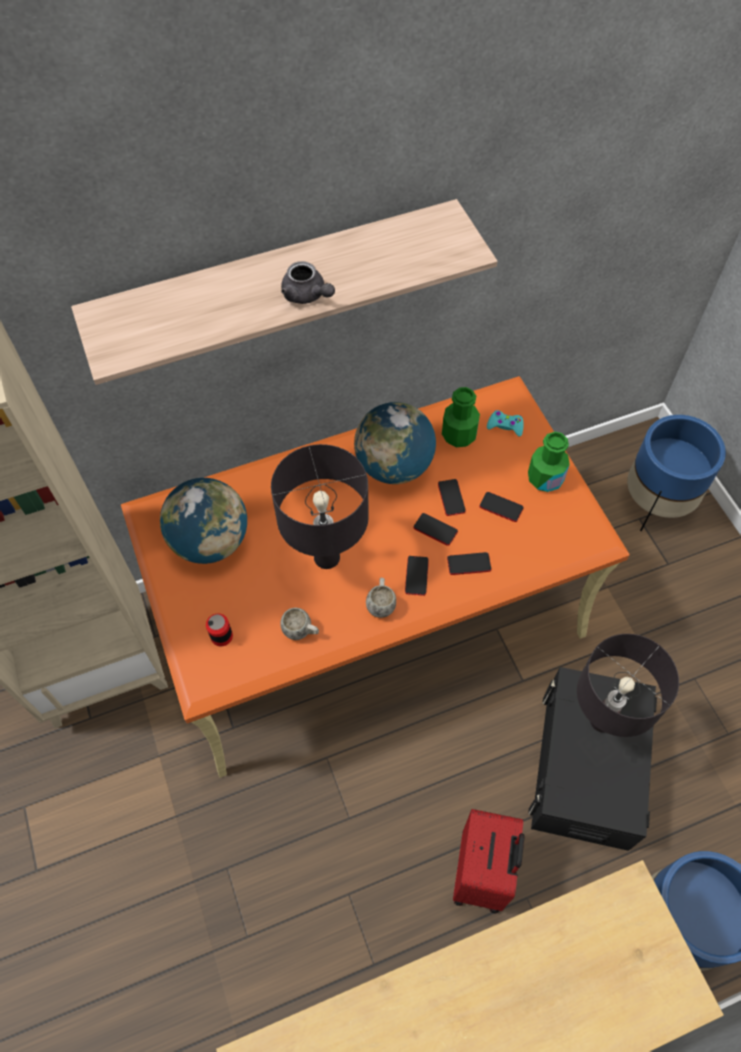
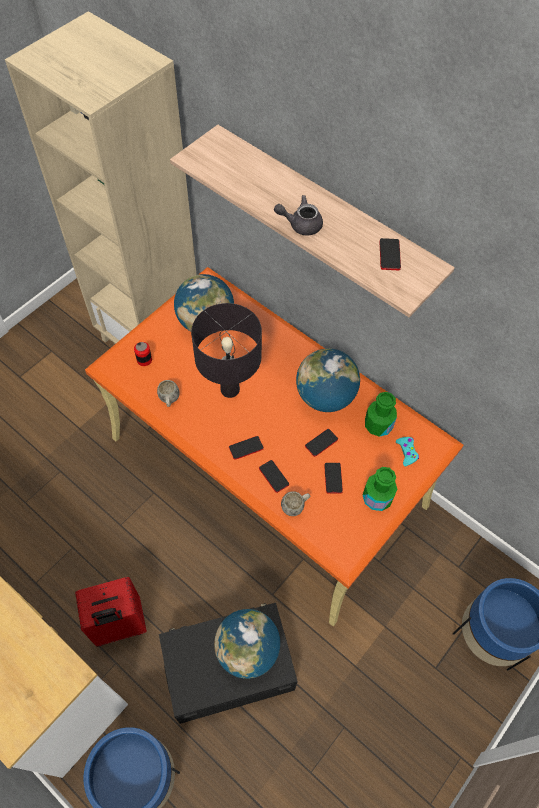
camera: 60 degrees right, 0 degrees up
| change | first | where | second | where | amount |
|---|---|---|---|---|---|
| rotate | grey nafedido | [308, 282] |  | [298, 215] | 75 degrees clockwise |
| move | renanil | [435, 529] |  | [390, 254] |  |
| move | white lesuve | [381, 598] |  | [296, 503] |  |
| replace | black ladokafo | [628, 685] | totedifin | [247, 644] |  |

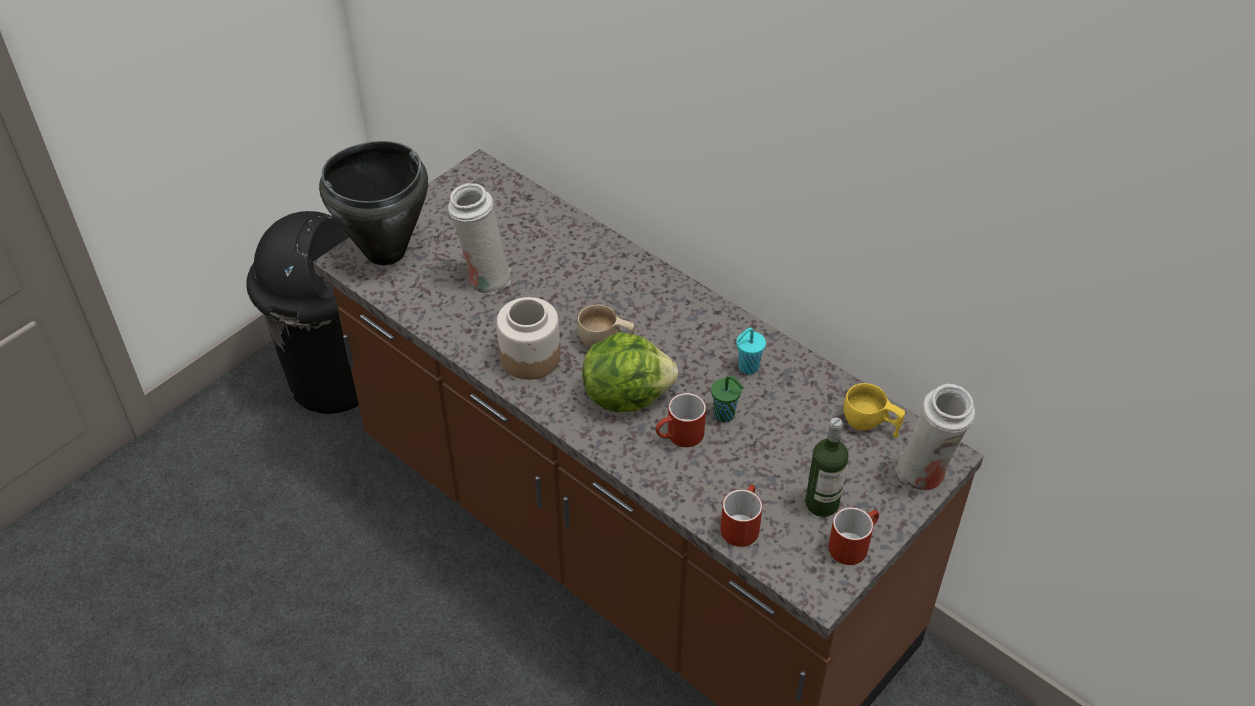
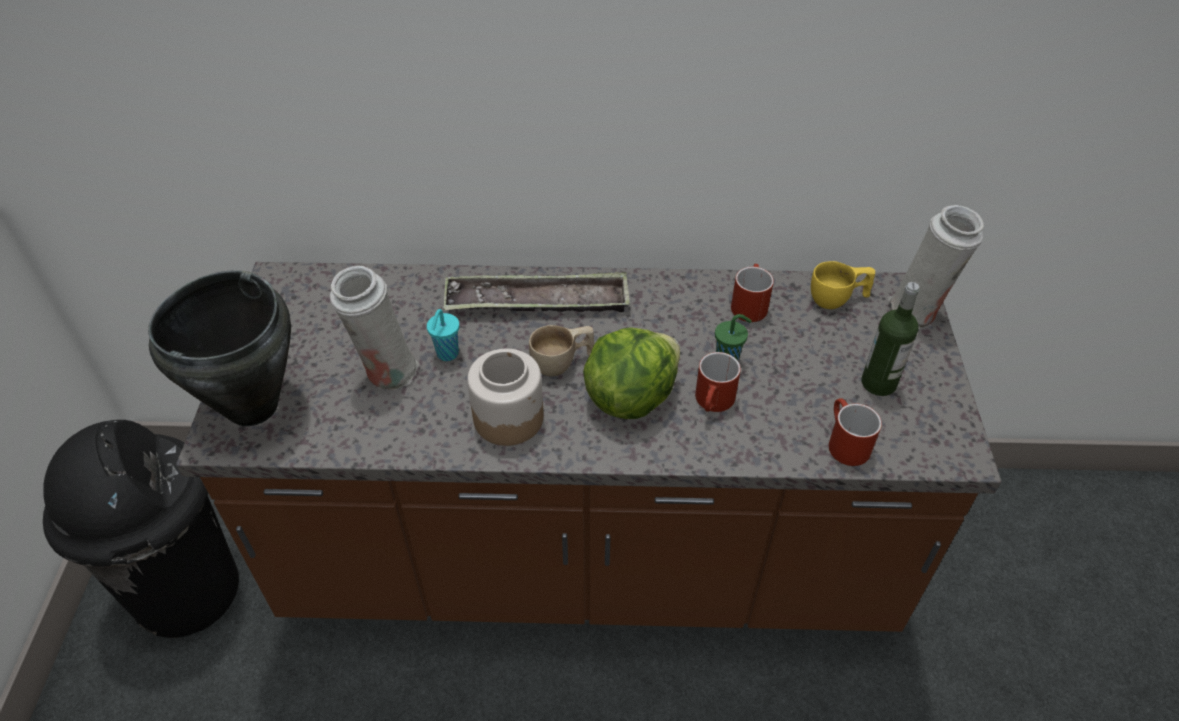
camera: 40 degrees left, 0 degrees up
| change | first | where | second | where | amount |
|---|---|---|---|---|---|
| move | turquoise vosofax | [751, 351] |  | [443, 335] |  |
| move | red lesuve | [853, 536] |  | [752, 293] |  |
| insert |  |  | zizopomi | [536, 292] |  |

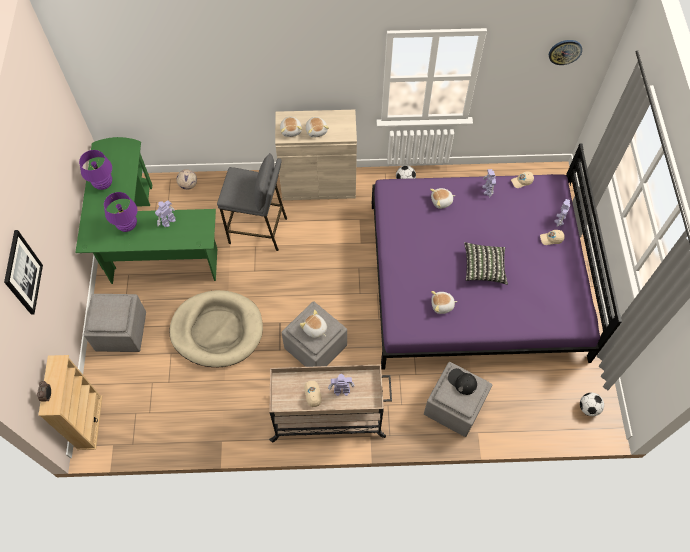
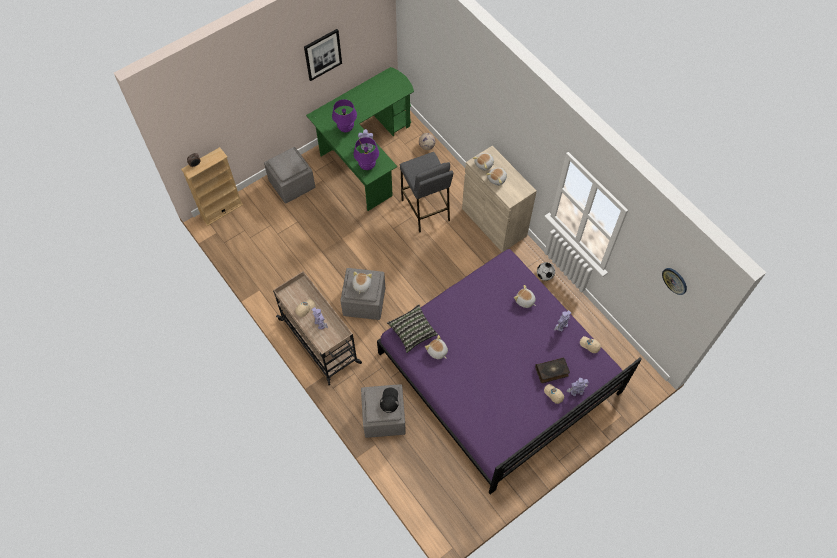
camera: 55 degrees right, 0 degrees up
| change | first | where | second | where | amount |
|---|---|---|---|---|---|
| move | purple ladokafo | [95, 170] |  | [366, 153] |  |
| move | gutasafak | [23, 272] |  | [323, 55] |  |
| move | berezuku | [486, 263] |  | [412, 328] |  |
| delete | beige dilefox | [216, 328] |  |  |  |
| delete | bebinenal | [592, 404] |  |  |  |
| insert |  |  | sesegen | [552, 370] |  |

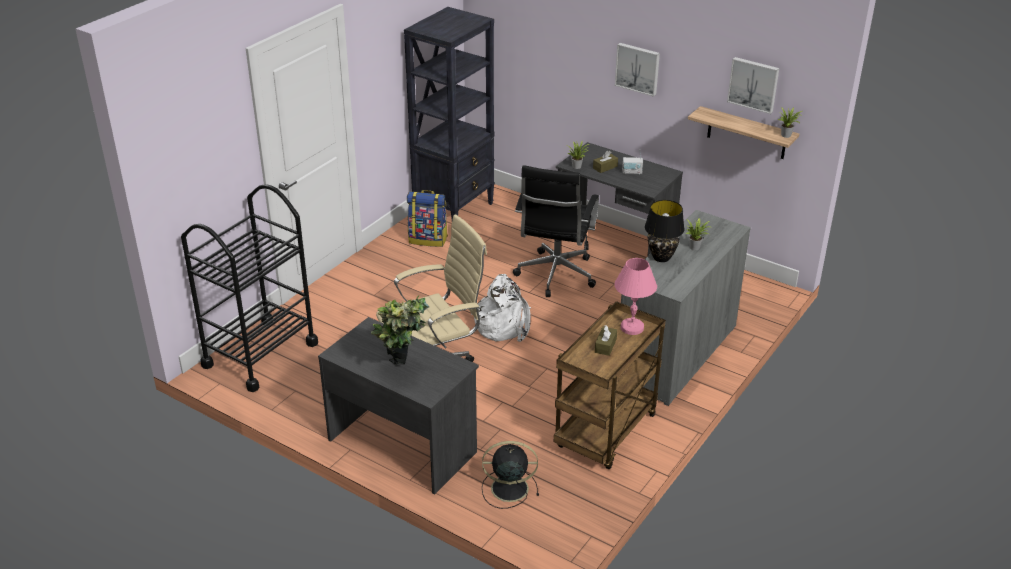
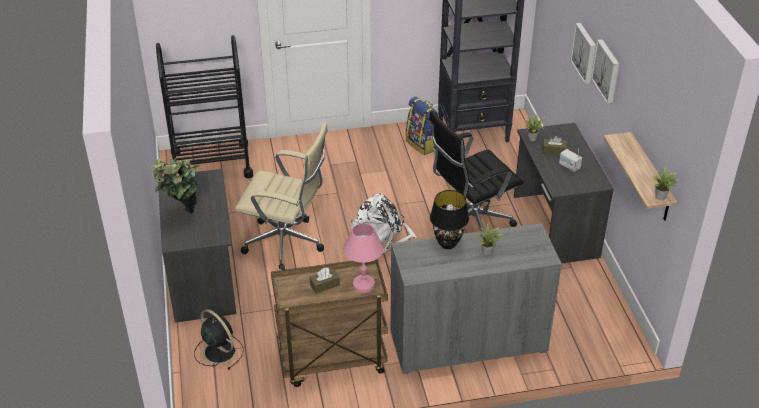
camera: 45 degrees right, 5 degrees up
| change | first | where | second | where | amount |
|---|---|---|---|---|---|
| move | gutasafak | [753, 85] |  | [583, 53] |  |

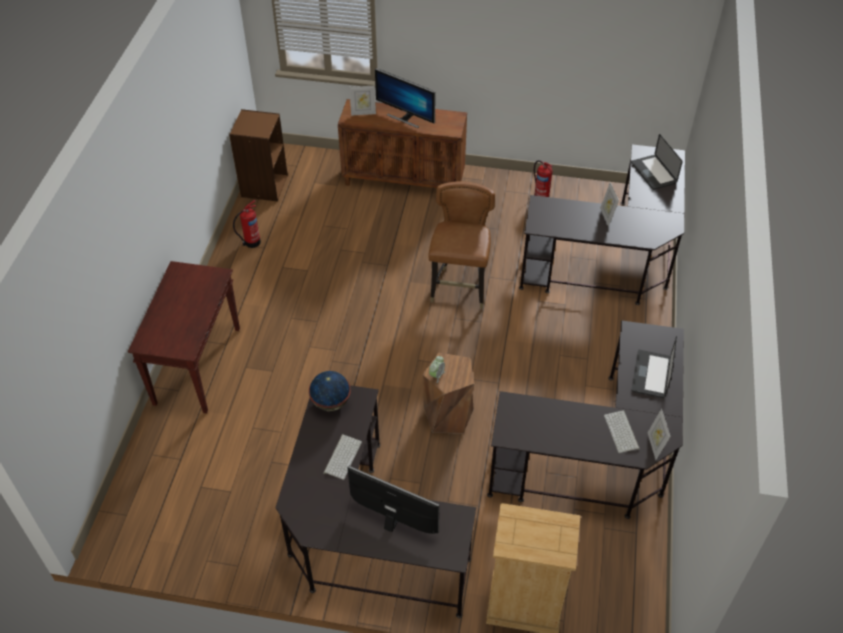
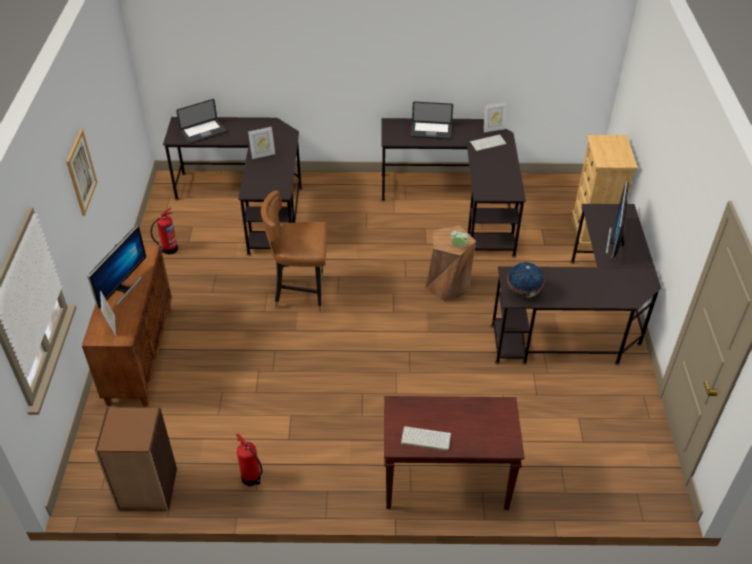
camera: 100 degrees left, 5 degrees down
| change | first | where | second | where | amount |
|---|---|---|---|---|---|
| move | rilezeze | [342, 457] |  | [426, 438] |  |
| insert |  |  | gutasafak | [81, 172] |  |

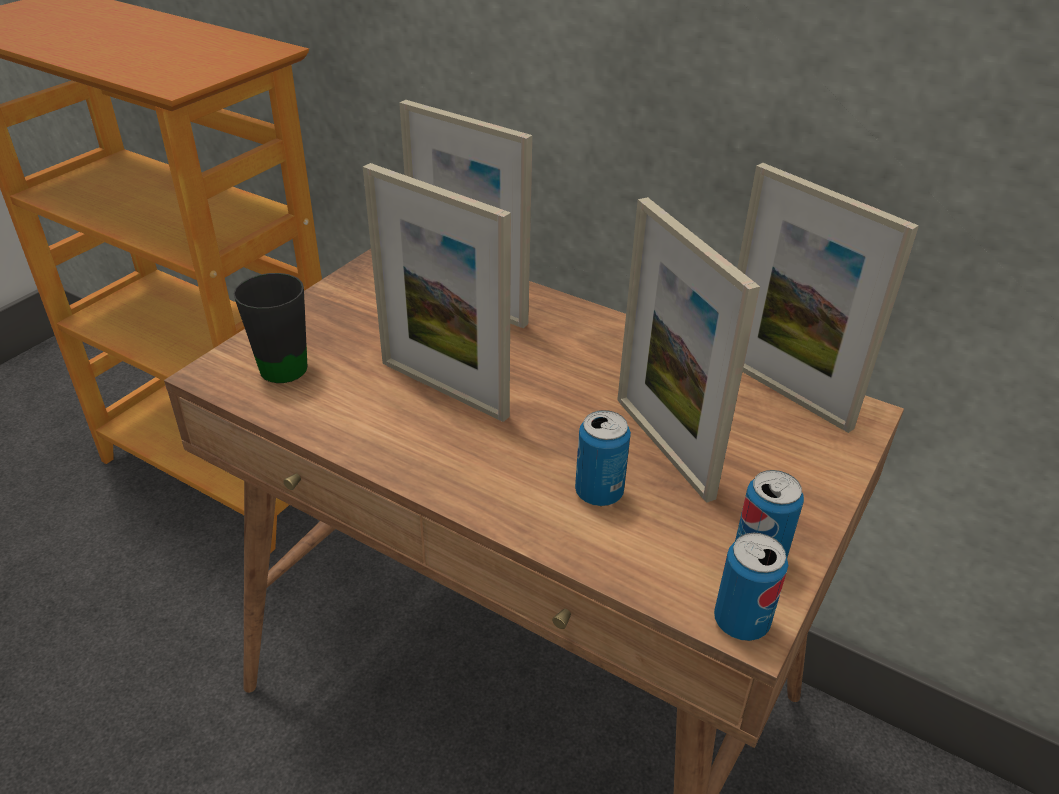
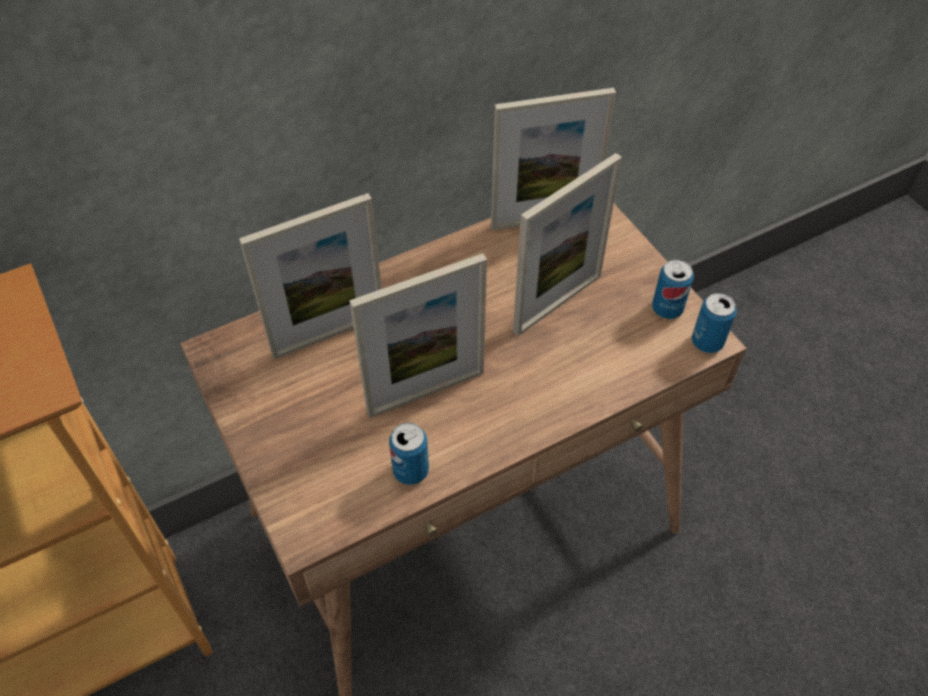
camera: 60 degrees left, 15 degrees up
| change | first | where | second | where | amount |
|---|---|---|---|---|---|
| rotate | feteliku | [688, 350] |  | [567, 244] | 45 degrees counterclockwise |
| delete | black lesuve | [270, 328] |  |  |  |
| move | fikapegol | [603, 458] |  | [409, 454] |  |

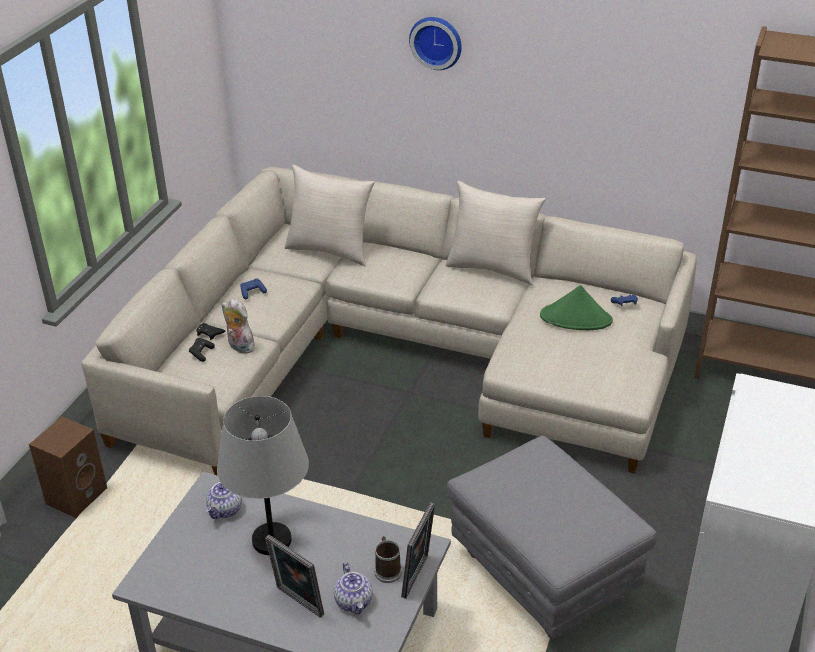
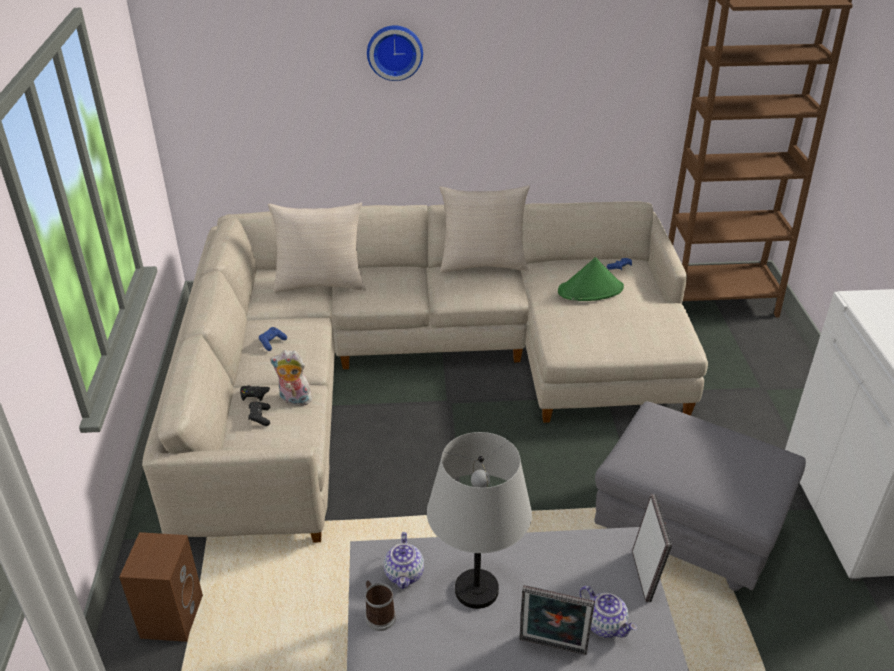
camera: 25 degrees left, 0 degrees up
| change | first | where | second | where | amount |
|---|---|---|---|---|---|
| move | lesuve | [388, 559] |  | [380, 606] |  |

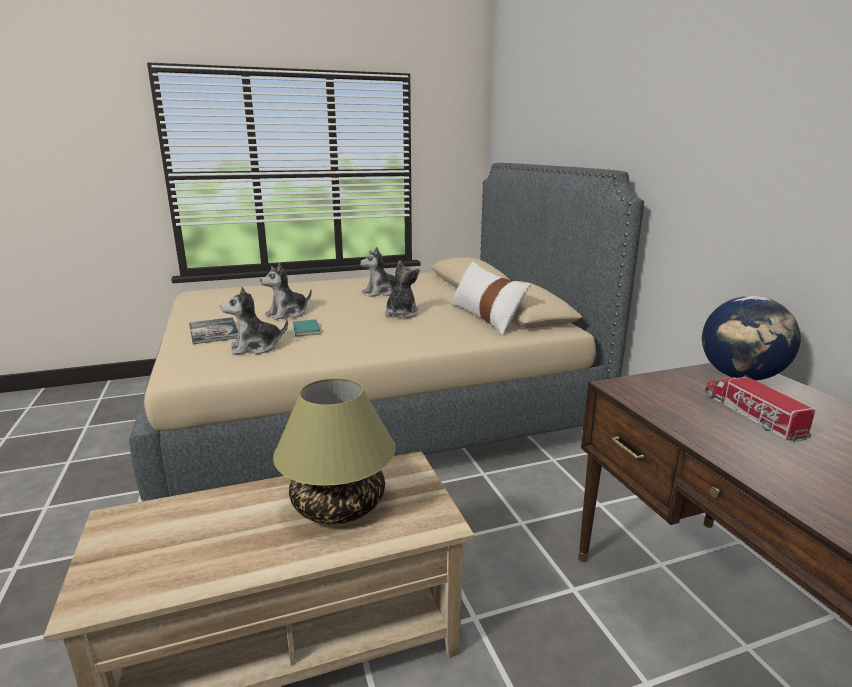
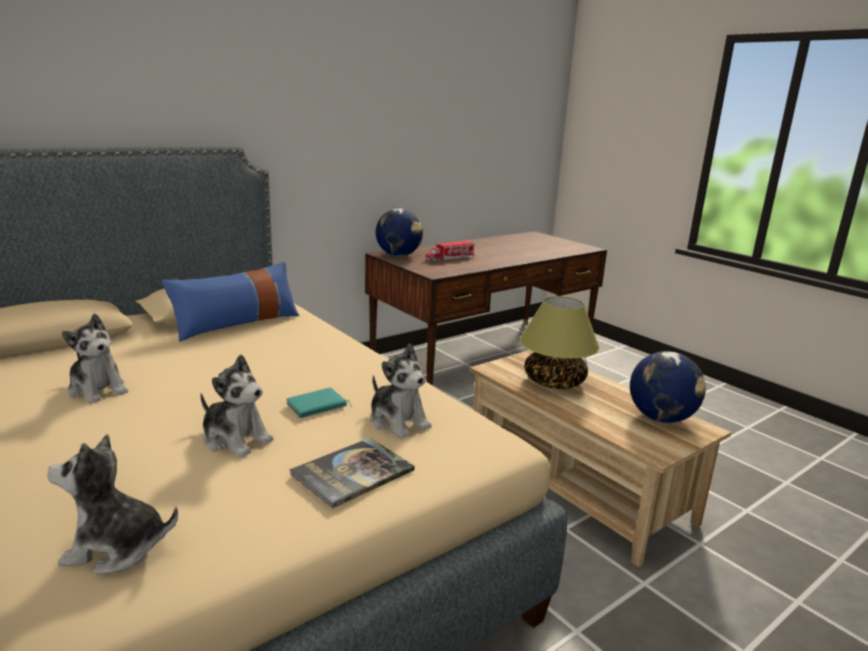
camera: 110 degrees left, 0 degrees up
| change | first | where | second | where | amount |
|---|---|---|---|---|---|
| move | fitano | [402, 289] |  | [112, 504] |  |
| recolor | white berezuku | [491, 298] | blue berezuku | [230, 302] |  |
| insert |  |  | totedifin | [668, 387] |  |

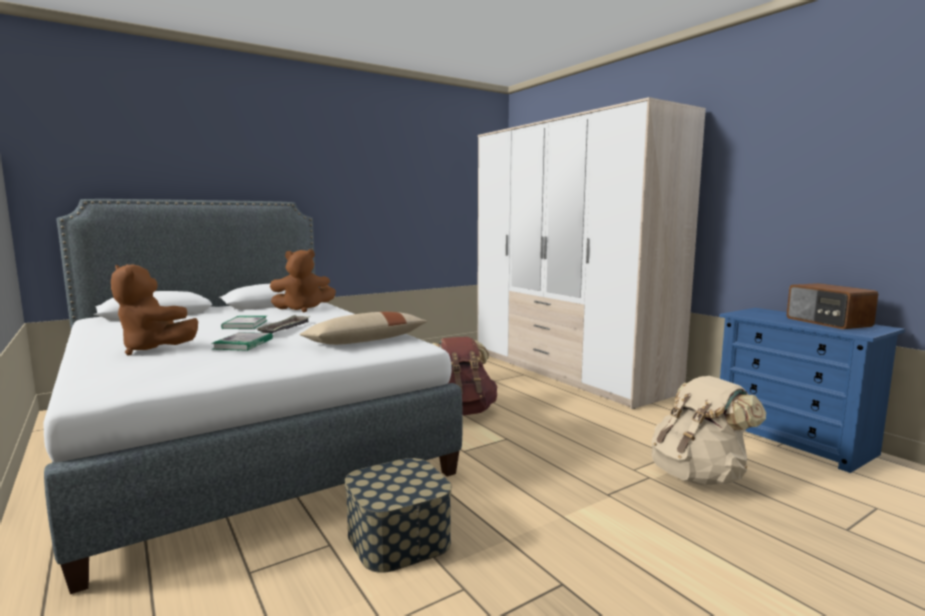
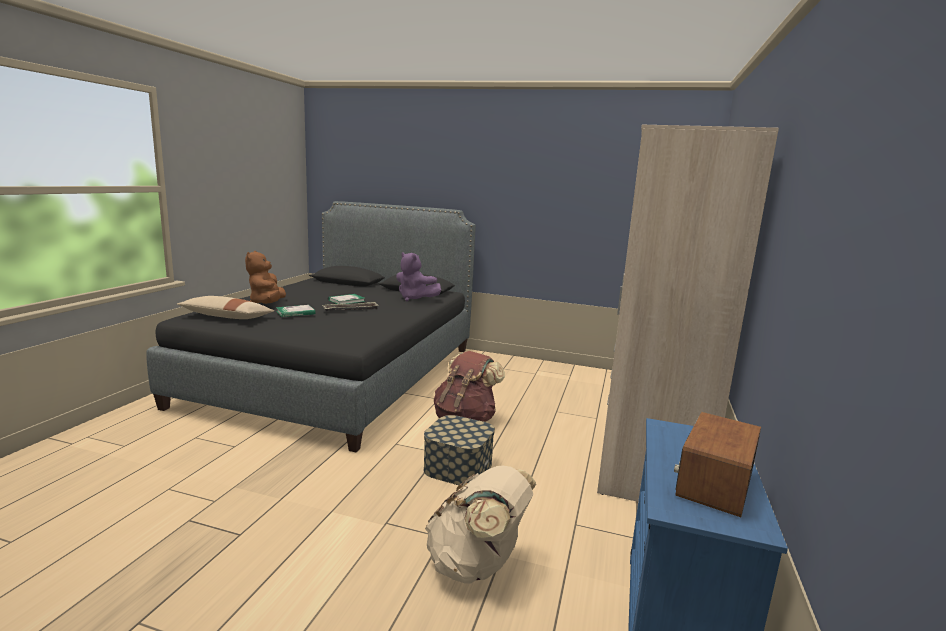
camera: 50 degrees right, 5 degrees up
| change | first | where | second | where | amount |
|---|---|---|---|---|---|
| recolor | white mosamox | [253, 396] | black mosamox | [311, 326] |  |
| recolor | brown fitano | [303, 280] | purple fitano | [418, 276] |  |
| move | beige berezuku | [363, 328] |  | [225, 307] |  |
| move | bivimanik | [398, 515] |  | [459, 450] |  |

